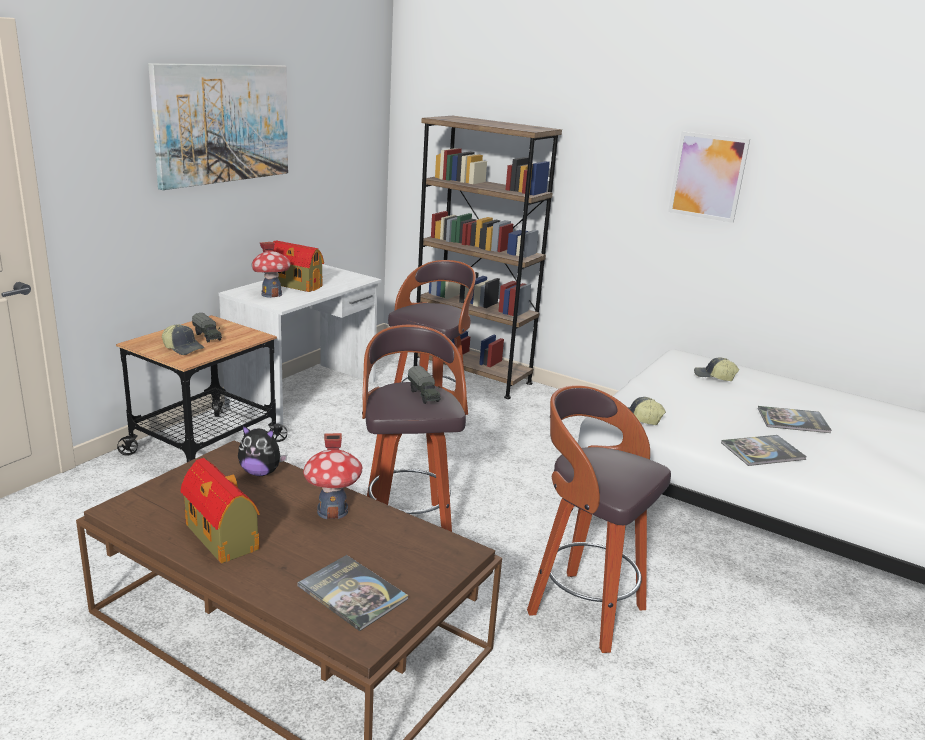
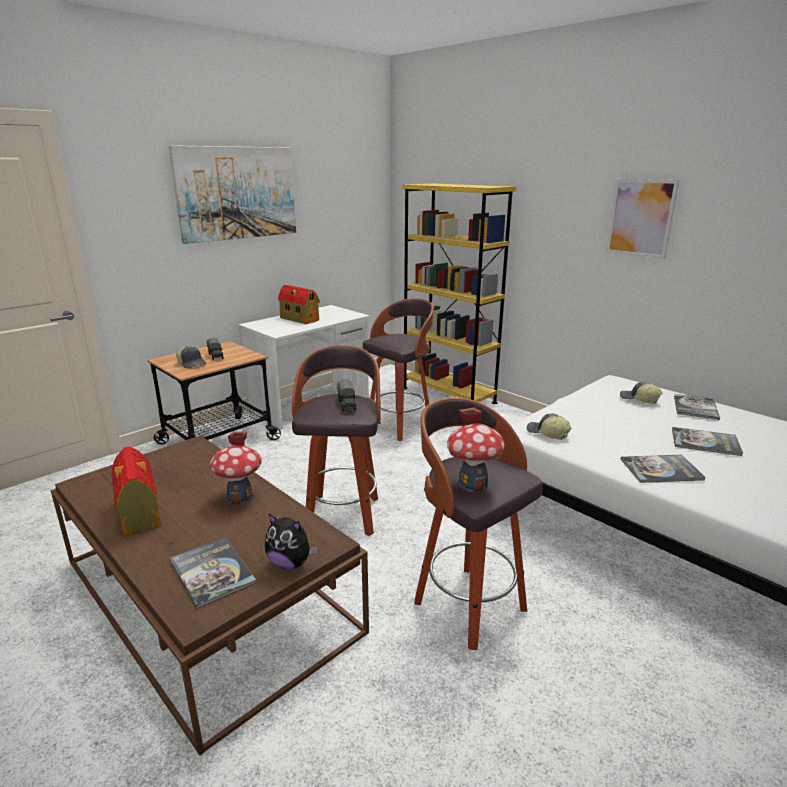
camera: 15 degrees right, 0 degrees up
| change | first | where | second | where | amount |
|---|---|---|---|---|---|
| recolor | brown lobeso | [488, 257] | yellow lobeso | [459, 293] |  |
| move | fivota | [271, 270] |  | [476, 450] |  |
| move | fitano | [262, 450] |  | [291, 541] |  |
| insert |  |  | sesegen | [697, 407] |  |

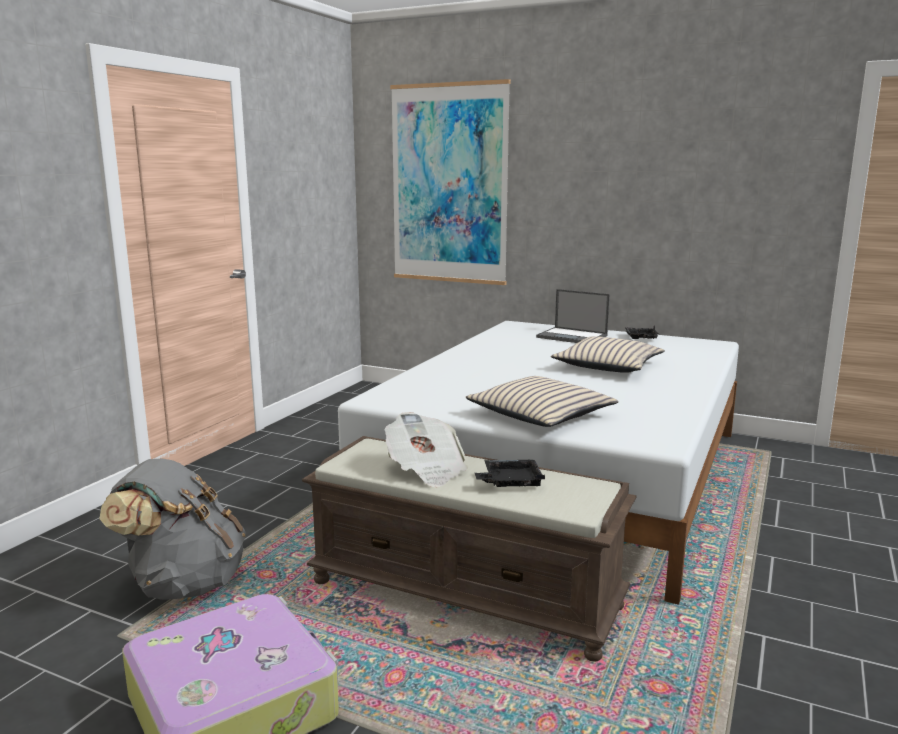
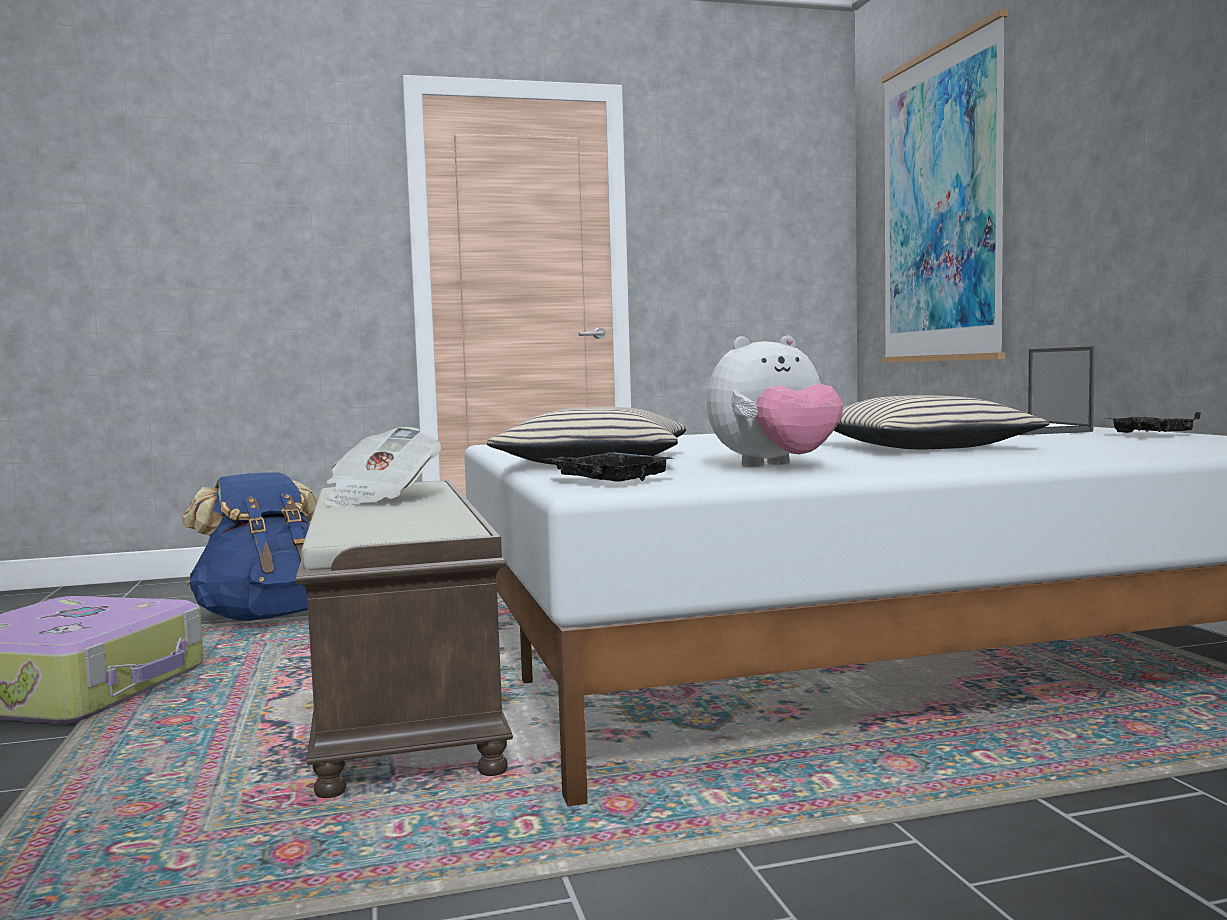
camera: 50 degrees right, 10 degrees down
| change | first | where | second | where | amount |
|---|---|---|---|---|---|
| recolor | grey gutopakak | [172, 529] | blue gutopakak | [250, 546] |  |
| move | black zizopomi | [510, 473] |  | [610, 467] |  |
| insert |  |  | fitano | [775, 401] |  |

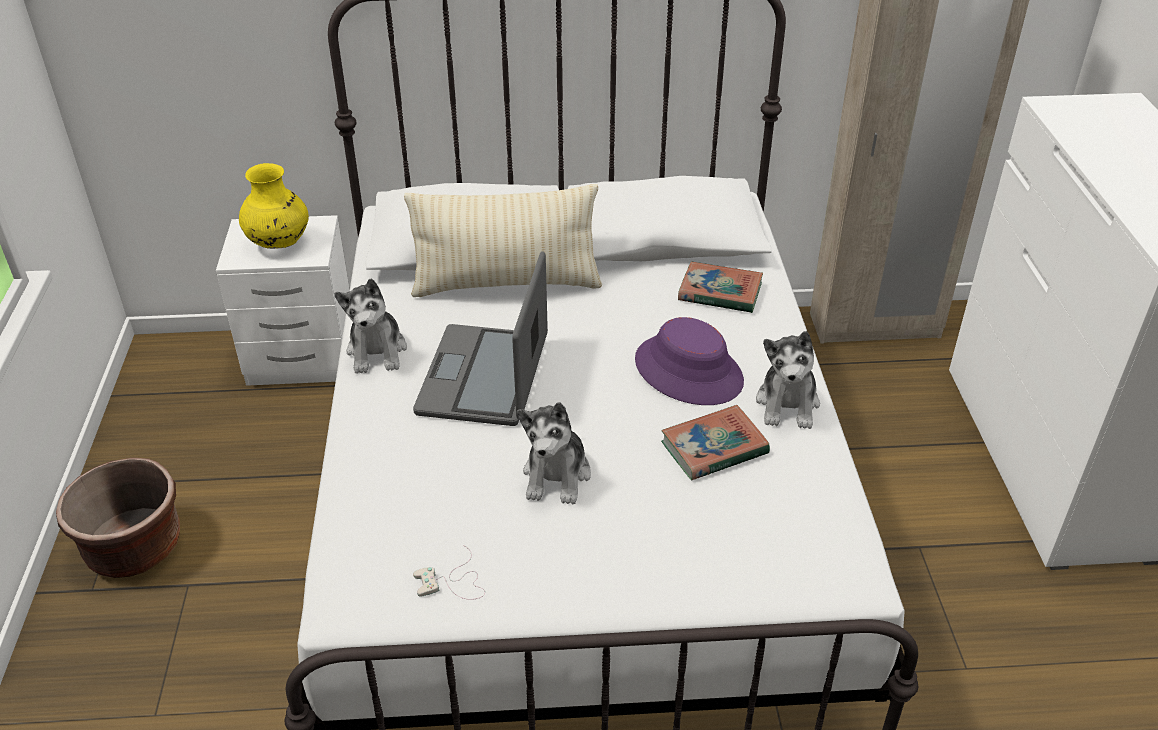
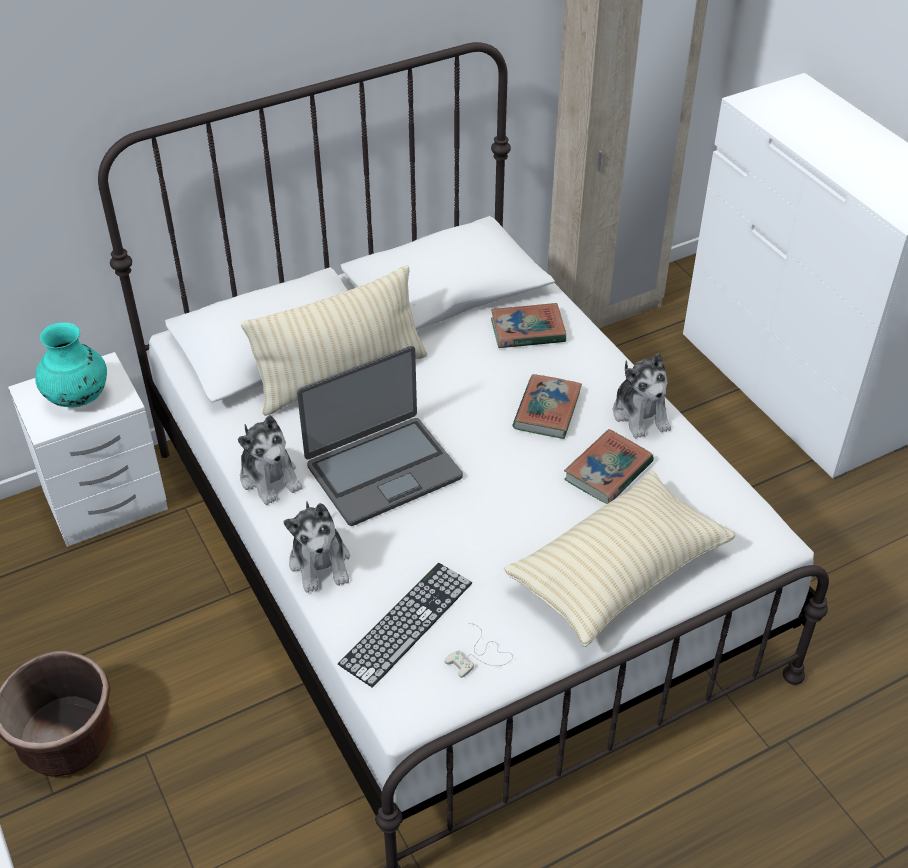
camera: 25 degrees left, 5 degrees up
| change | first | where | second | where | amount |
|---|---|---|---|---|---|
| recolor | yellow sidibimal | [274, 206] | turquoise sidibimal | [71, 364] |  |
| rotate | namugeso | [480, 338] |  | [380, 436] | 105 degrees counterclockwise |
| replace | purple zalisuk | [689, 361] | sesegen | [547, 406] |  |
| move | fitano | [554, 453] |  | [316, 547] |  |
| insert |  |  | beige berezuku | [619, 559] |  |
| insert |  |  | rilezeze | [405, 625] |  |

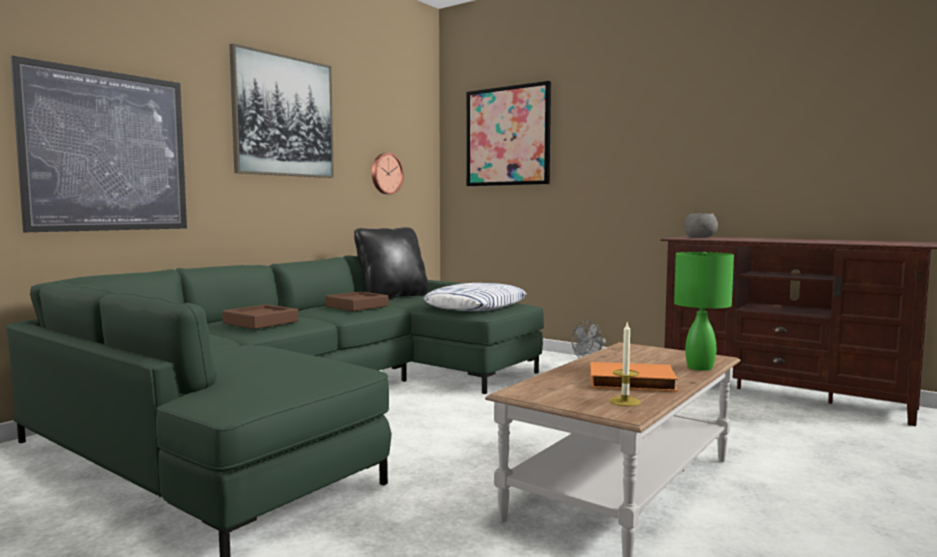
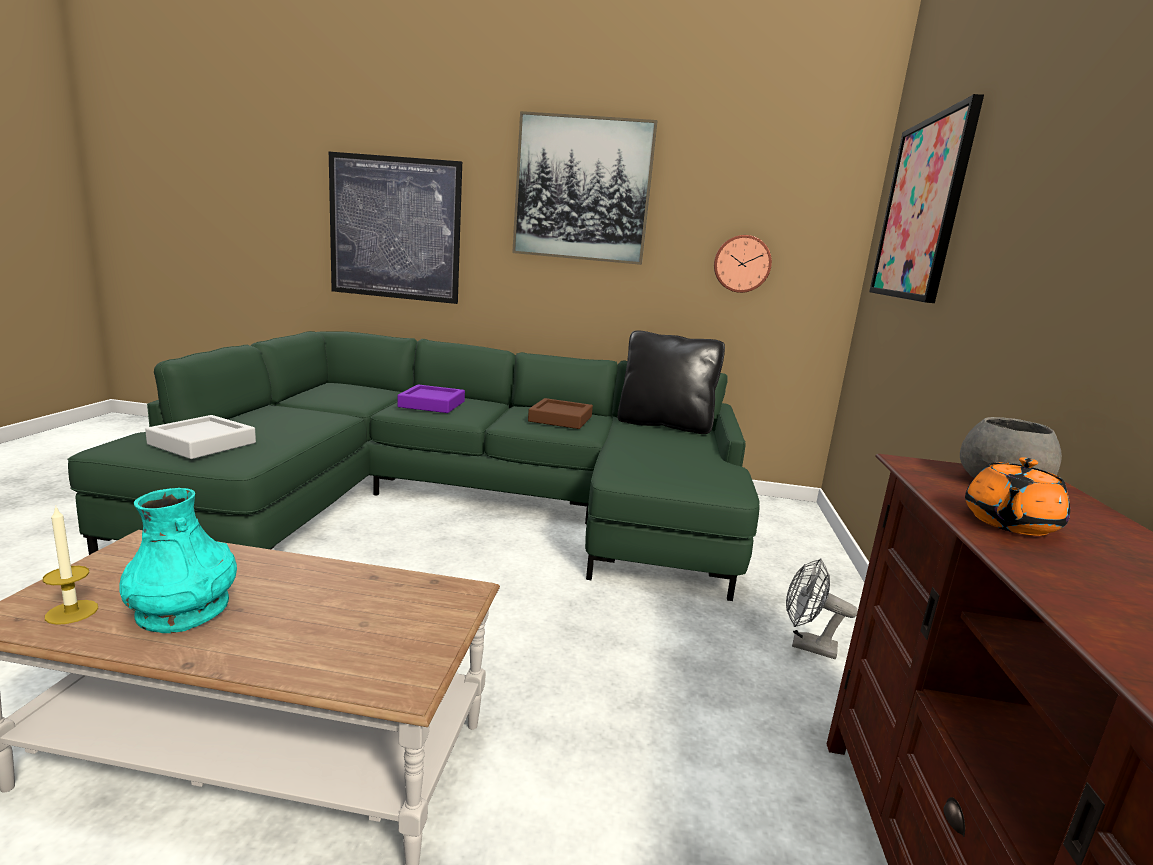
camera: 60 degrees right, 10 degrees up
| change | first | where | second | where | amount |
|---|---|---|---|---|---|
| delete | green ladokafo | [704, 311] |  |  |  |
| delete | berezuku | [474, 297] |  |  |  |
| recolor | brown zizopomi | [260, 316] | purple zizopomi | [431, 398] |  |
| replace | orange sesegen | [634, 377] | turquoise sidibimal | [178, 560] |  |
| insert |  |  | grey zizopomi | [200, 437] |  |
| insert |  |  | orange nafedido | [1017, 496] |  |

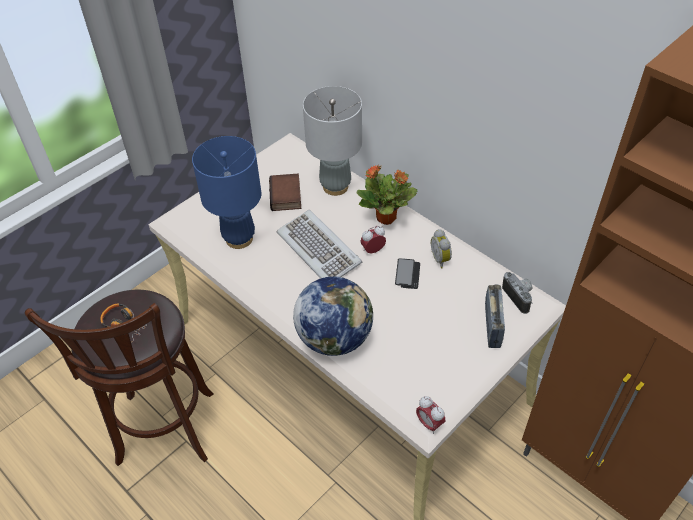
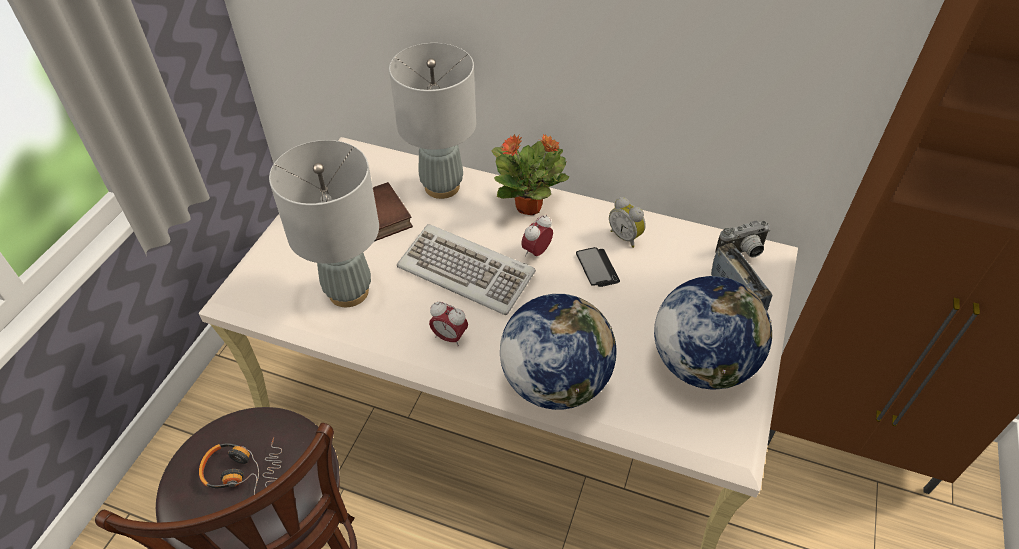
camera: 25 degrees left, 0 degrees up
| change | first | where | second | where | amount |
|---|---|---|---|---|---|
| recolor | blue ladokafo | [226, 192] | grey ladokafo | [324, 223] |  |
| rotate | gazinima | [517, 293] |  | [742, 239] | 120 degrees clockwise |
| move | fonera | [430, 415] |  | [448, 324] |  |
| insert |  |  | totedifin | [713, 333] |  |

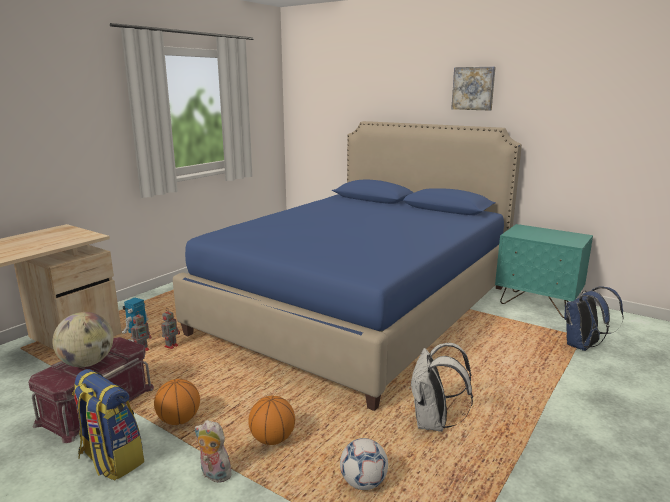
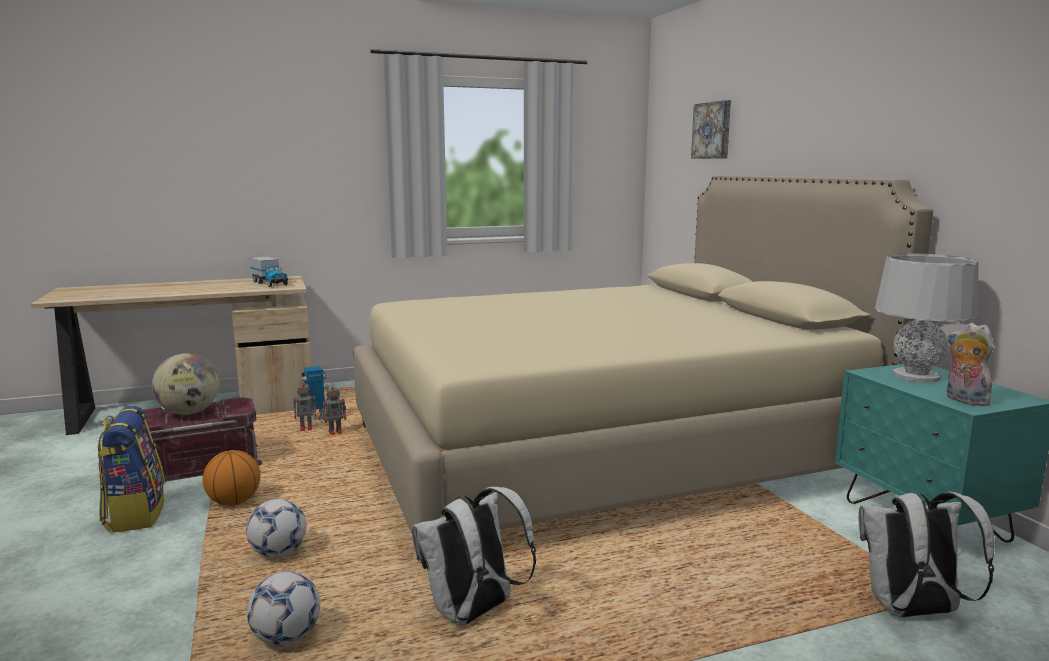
camera: 35 degrees right, 5 degrees down
| change | first | where | second | where | amount |
|---|---|---|---|---|---|
| move | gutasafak | [473, 89] |  | [711, 129] |  |
| recolor | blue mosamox | [347, 266] | beige mosamox | [643, 372] |  |
| recolor | blue gutopakak | [594, 318] | white gutopakak | [926, 554] |  |
| replace | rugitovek | [271, 420] | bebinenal | [276, 528] |  |
| move | fitano | [214, 451] |  | [970, 364] |  |
| insert |  |  | grey ladokafo | [926, 318] |  |
| insert |  |  | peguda | [268, 271] |  |

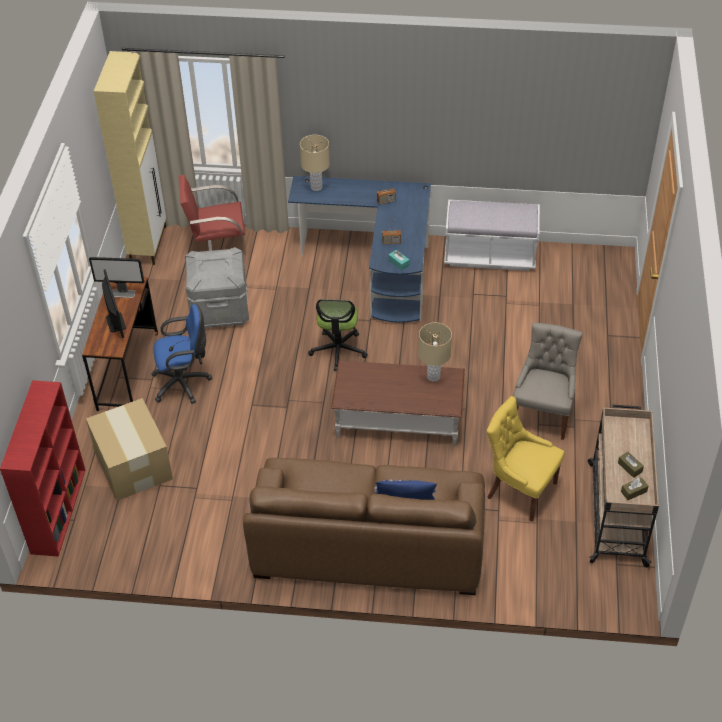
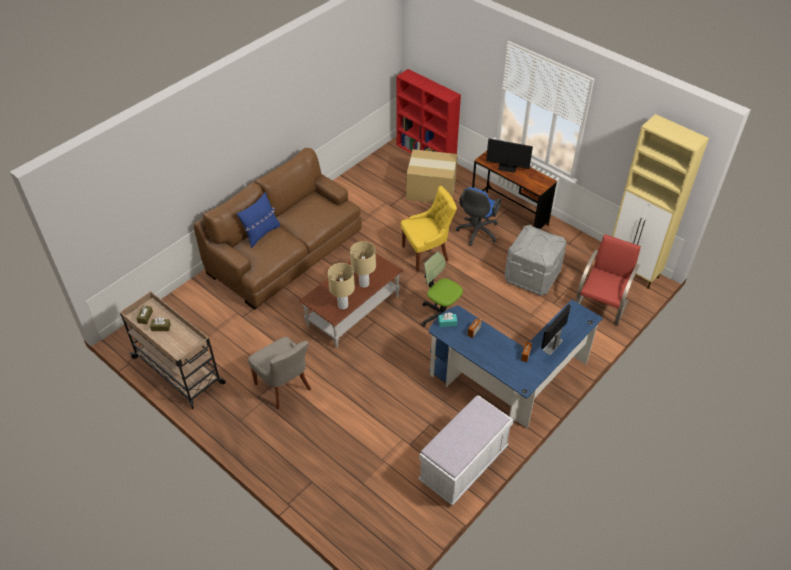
camera: 125 degrees right, 0 degrees up
| change | first | where | second | where | amount |
|---|---|---|---|---|---|
| move | beige ladokafo | [315, 163] |  | [363, 264] |  |
| move | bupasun | [116, 277] |  | [556, 329] |  |
| move | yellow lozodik | [526, 459] |  | [429, 229] |  |

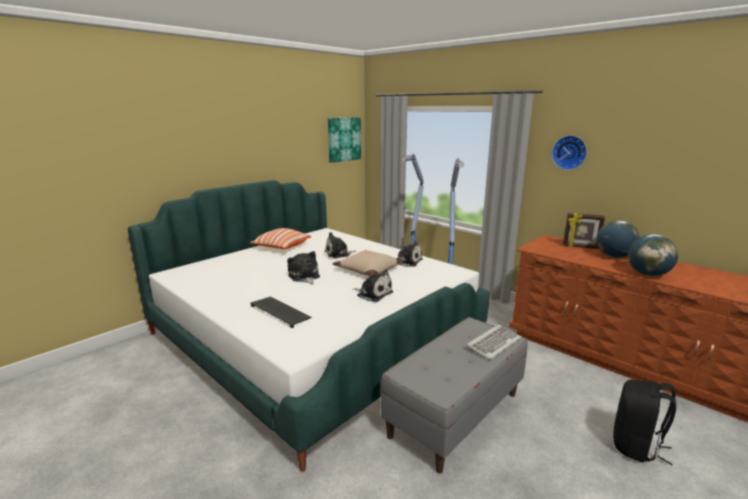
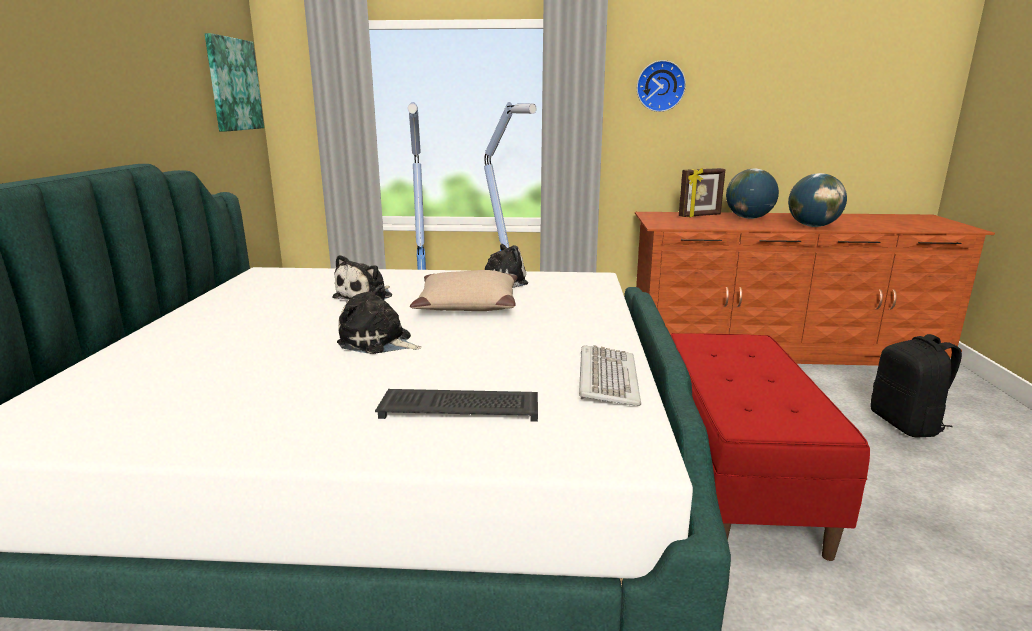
camera: 40 degrees left, 0 degrees up
| change | first | where | second | where | amount |
|---|---|---|---|---|---|
| delete | berezuku | [280, 238] |  |  |  |
| delete | fitano | [373, 286] |  |  |  |
| recolor | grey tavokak | [454, 395] | red tavokak | [770, 447] |  |
| move | rilezeze | [494, 342] |  | [610, 375] |  |

